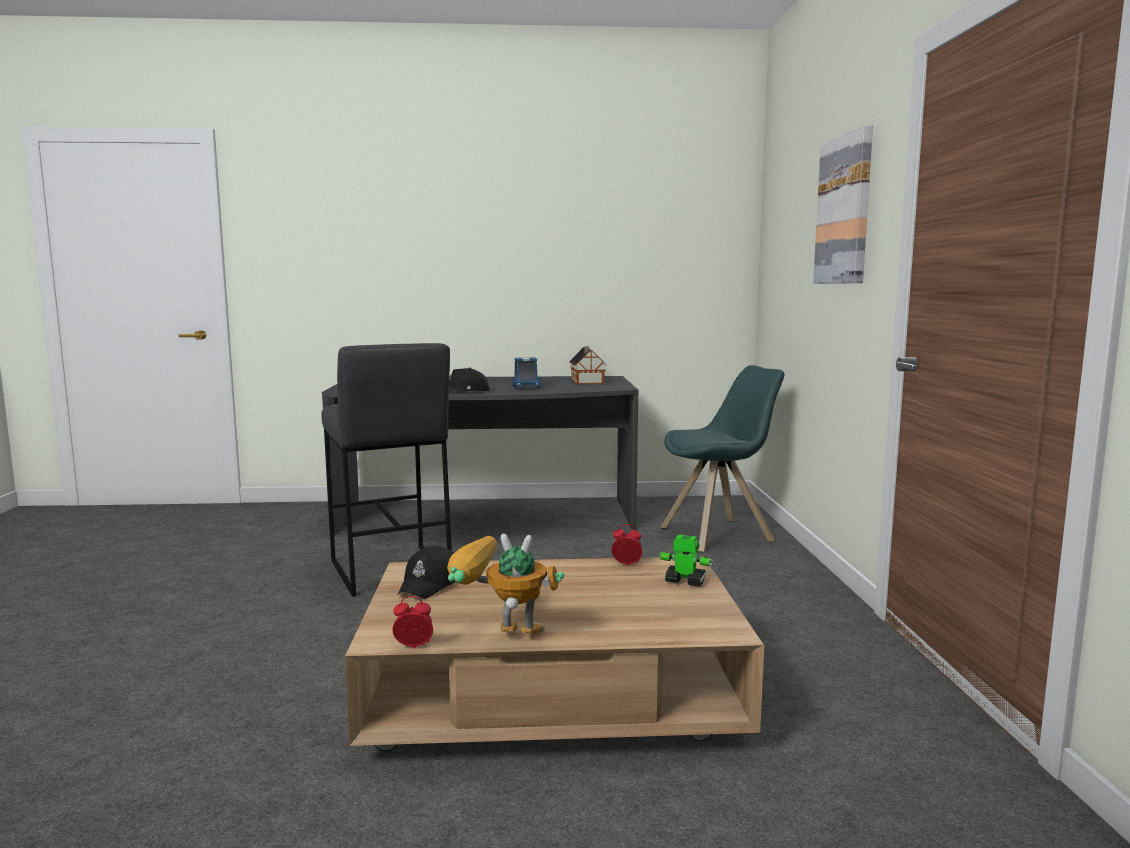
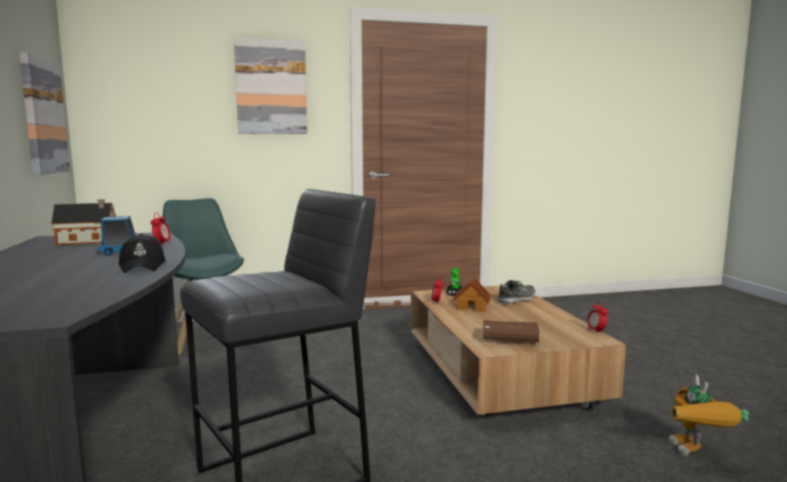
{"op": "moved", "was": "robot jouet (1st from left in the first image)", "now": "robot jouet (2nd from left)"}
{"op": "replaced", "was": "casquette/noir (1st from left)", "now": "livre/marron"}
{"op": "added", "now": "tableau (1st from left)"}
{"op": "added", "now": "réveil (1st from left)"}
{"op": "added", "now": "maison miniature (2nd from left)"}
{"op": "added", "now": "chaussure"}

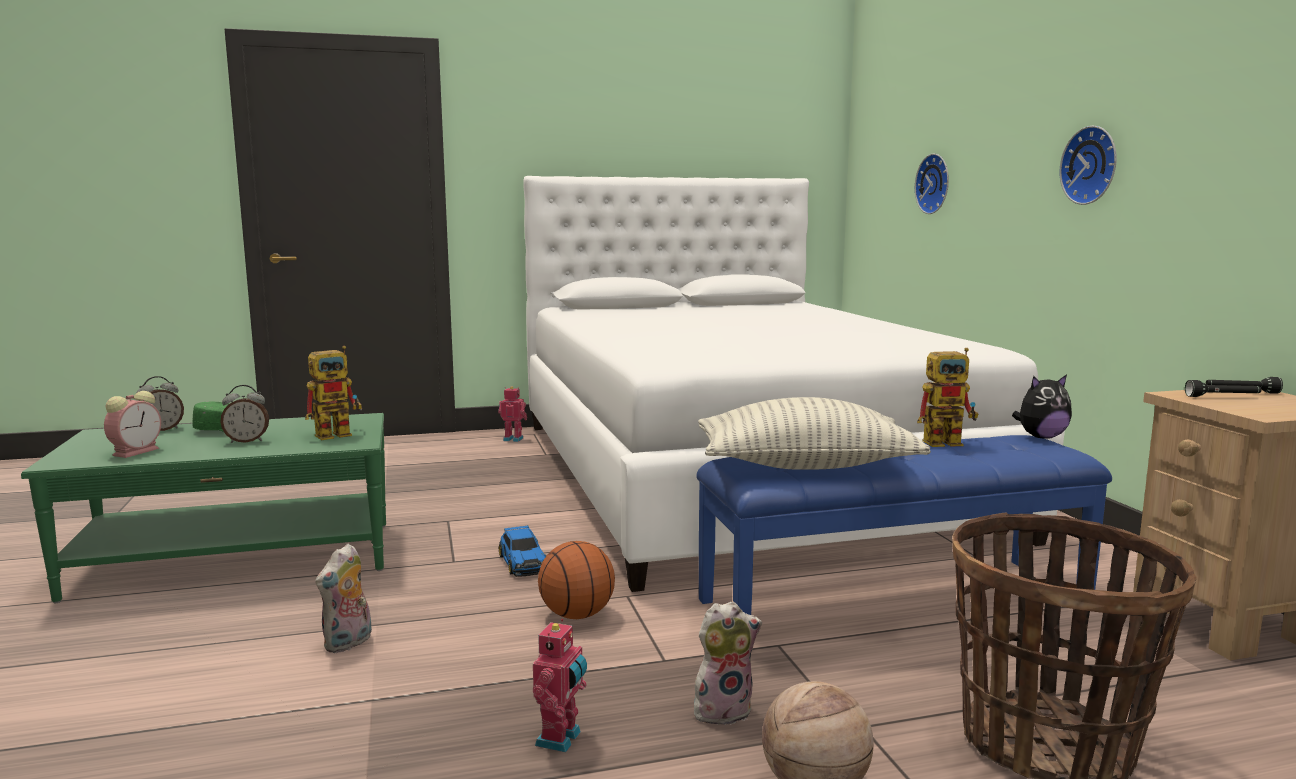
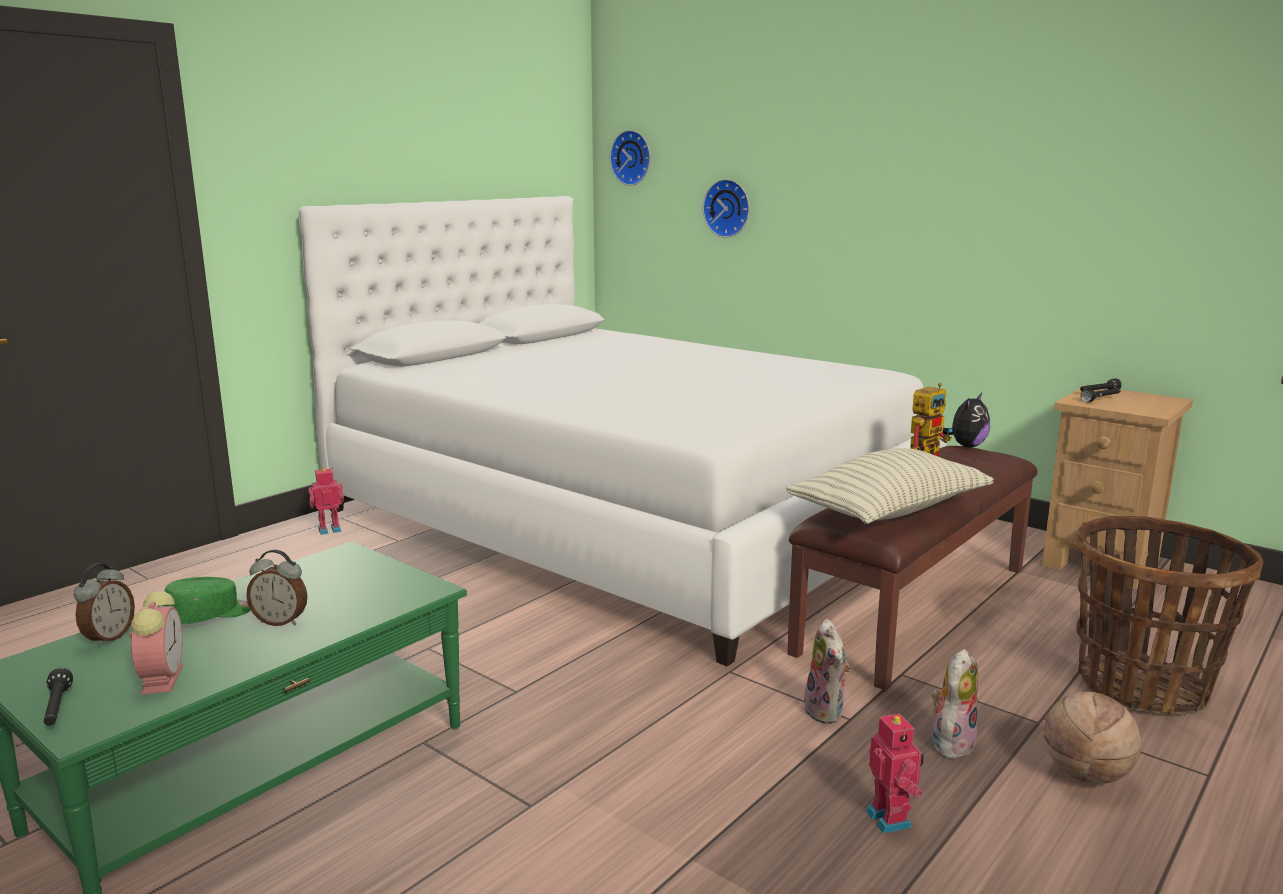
{"op": "moved", "was": "horloge murale (2nd from left in the first image)", "now": "horloge murale (1st from left)"}
{"op": "removed", "was": "robot jouet (1st from left)"}
{"op": "turned", "was": "réveil (3rd from left)", "clockwise": 60}
{"op": "recoloured", "was": "banc/bleu", "now": "banc/marron"}
{"op": "removed", "was": "petite voiture"}
{"op": "removed", "was": "ballon de basket (1st from left)"}
{"op": "moved", "was": "peluche (1st from left)"}
{"op": "added", "now": "lampe de poche/noir (1st from left)"}

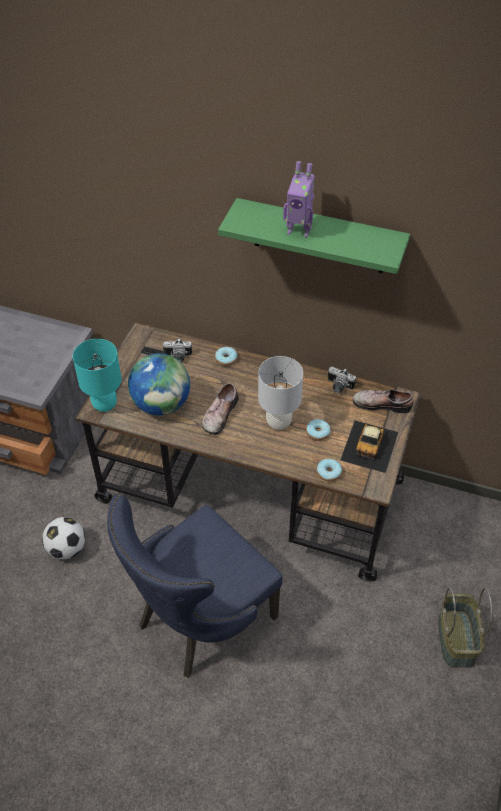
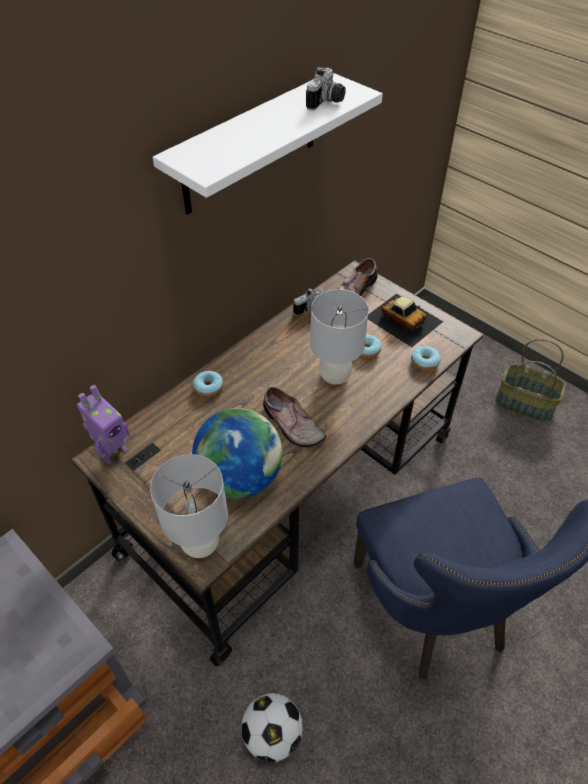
{"op": "moved", "was": "robot jouet"}
{"op": "recoloured", "was": "étagère/vert", "now": "étagère/blanc"}
{"op": "recoloured", "was": "lampe de table/turquoise", "now": "lampe de table/gris (1st from left)"}
{"op": "moved", "was": "appareil photo (1st from left in the first image)", "now": "appareil photo (2nd from left)"}

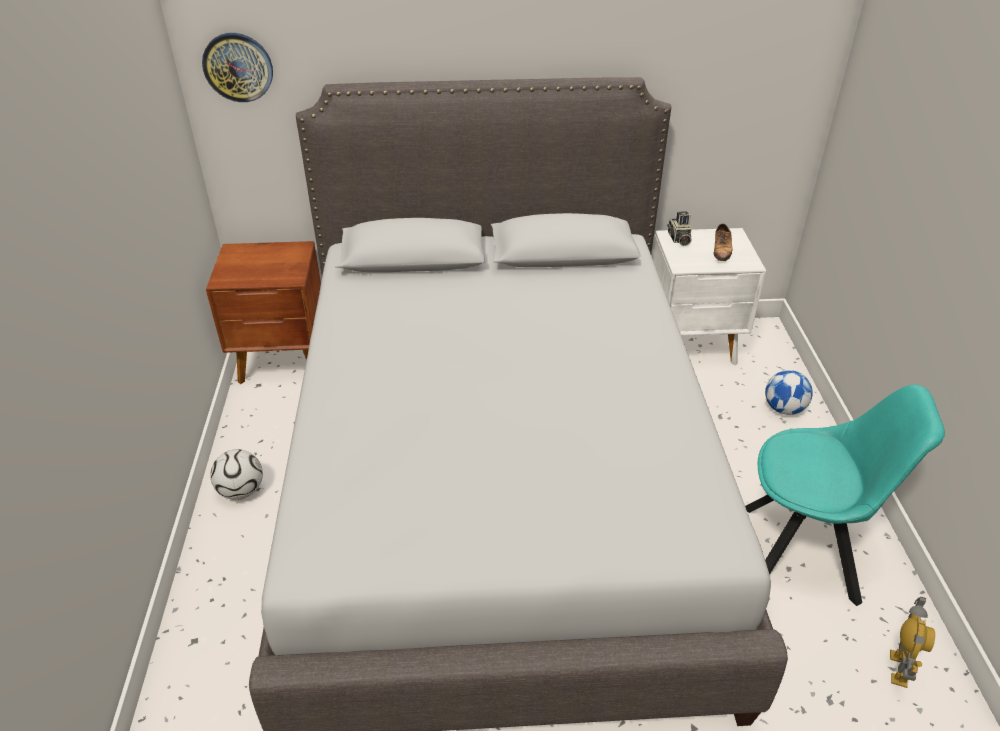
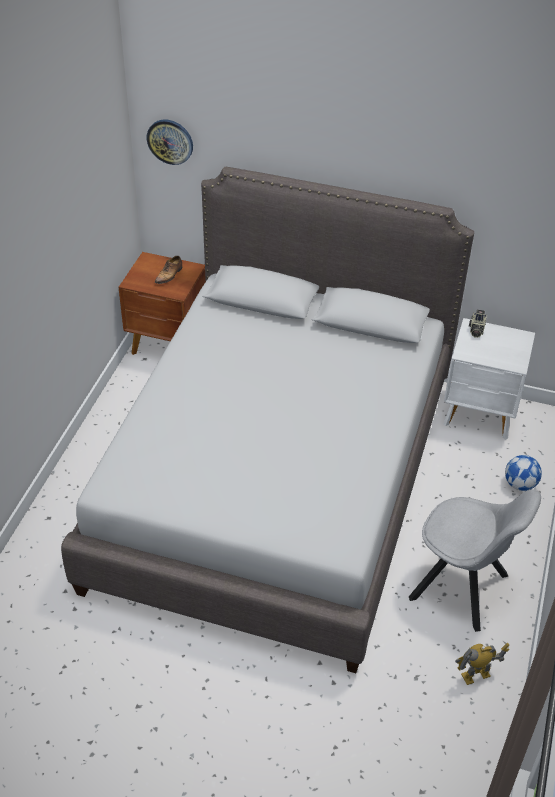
{"op": "moved", "was": "chaussure"}
{"op": "recoloured", "was": "chaise/turquoise", "now": "chaise/gris"}
{"op": "removed", "was": "ballon de foot (1st from left)"}
{"op": "turned", "was": "robot jouet", "clockwise": -150}

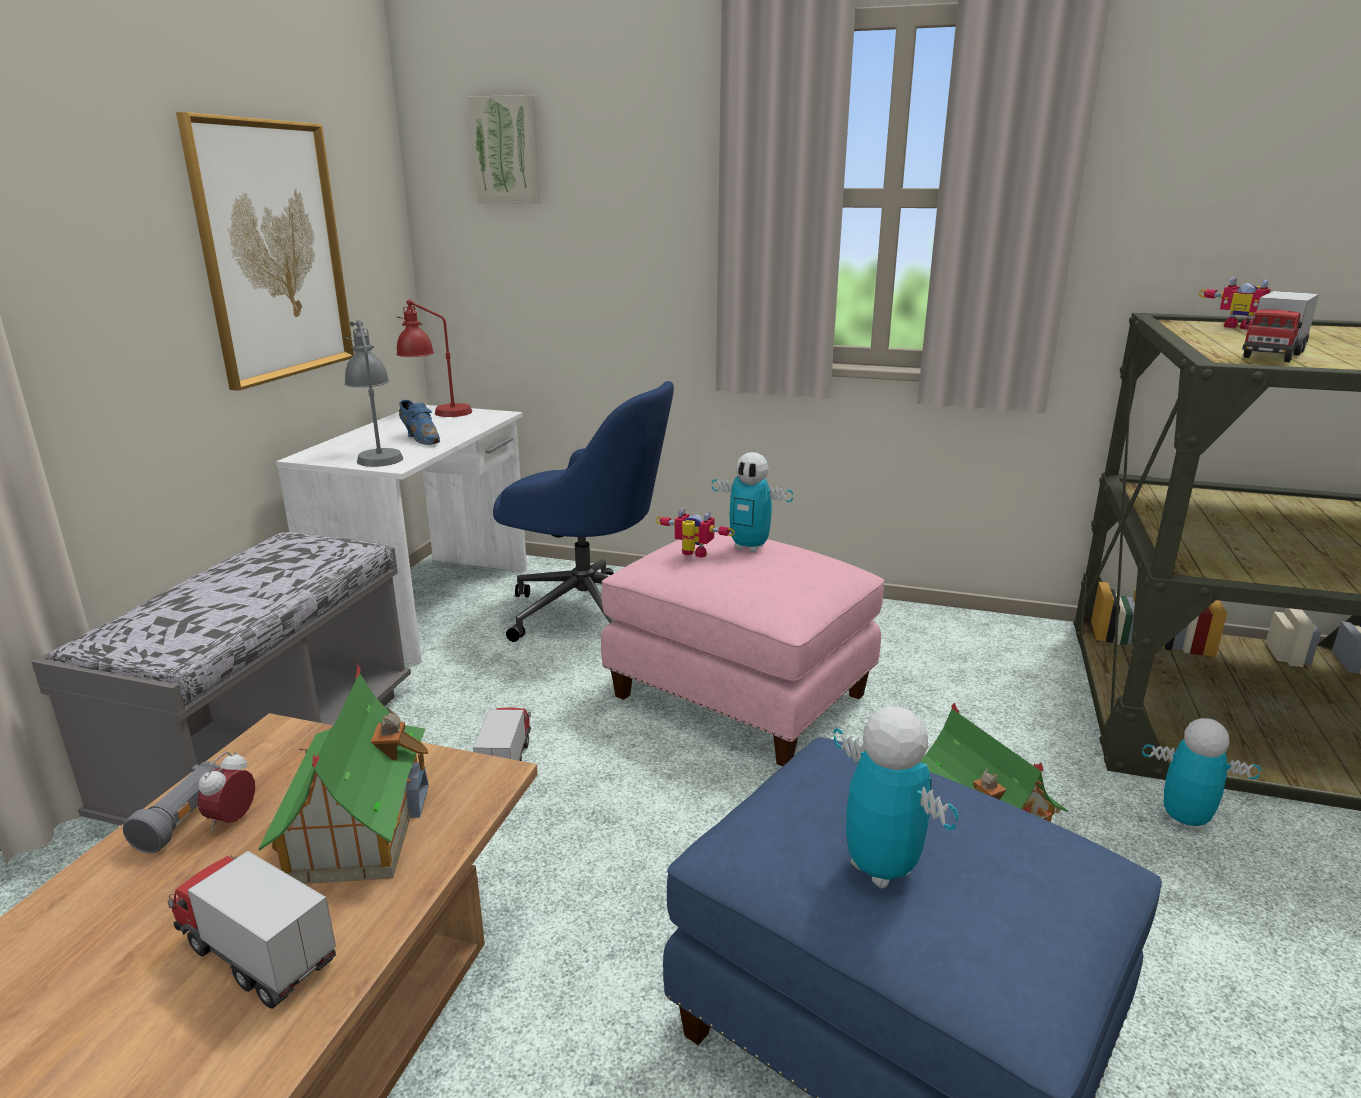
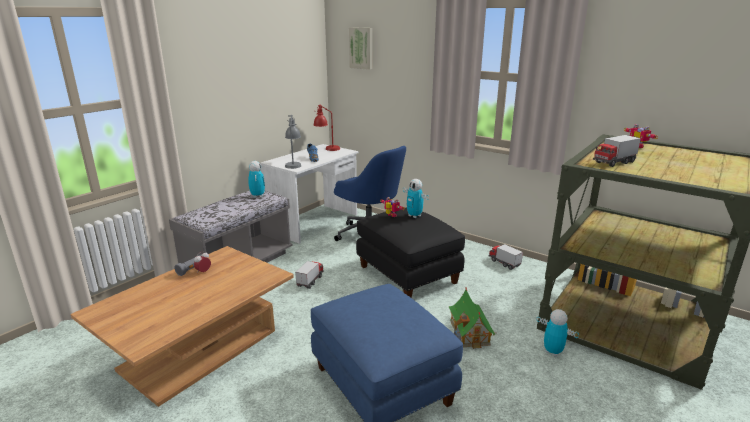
{"op": "removed", "was": "tableau (1st from left)"}
{"op": "recoloured", "was": "pouf/rose", "now": "pouf/noir"}
{"op": "removed", "was": "maison miniature (1st from left)"}
{"op": "moved", "was": "robot jouet (3rd from left in the first image)", "now": "robot jouet (1st from left)"}
{"op": "moved", "was": "camion jouet (1st from left in the first image)", "now": "camion jouet (2nd from left)"}

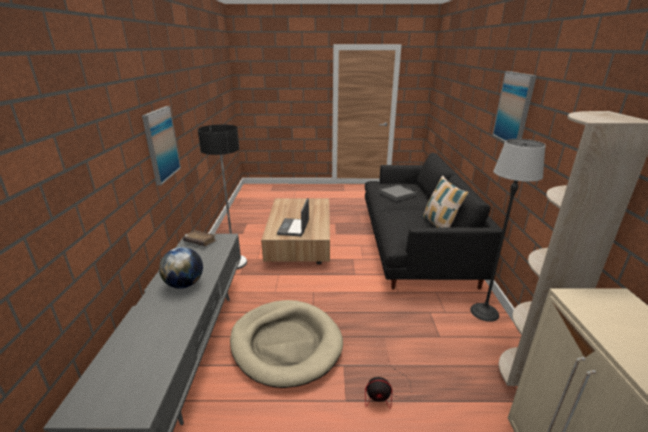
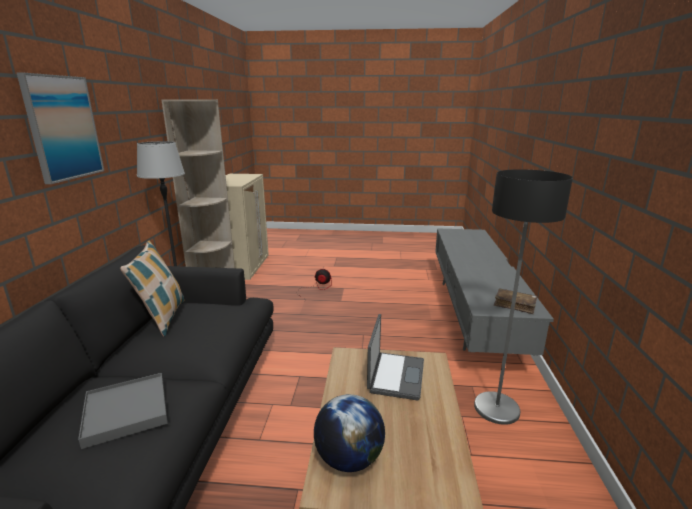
{"op": "removed", "was": "tableau (1st from left)"}
{"op": "moved", "was": "globe"}
{"op": "removed", "was": "panier pour chien/beige"}

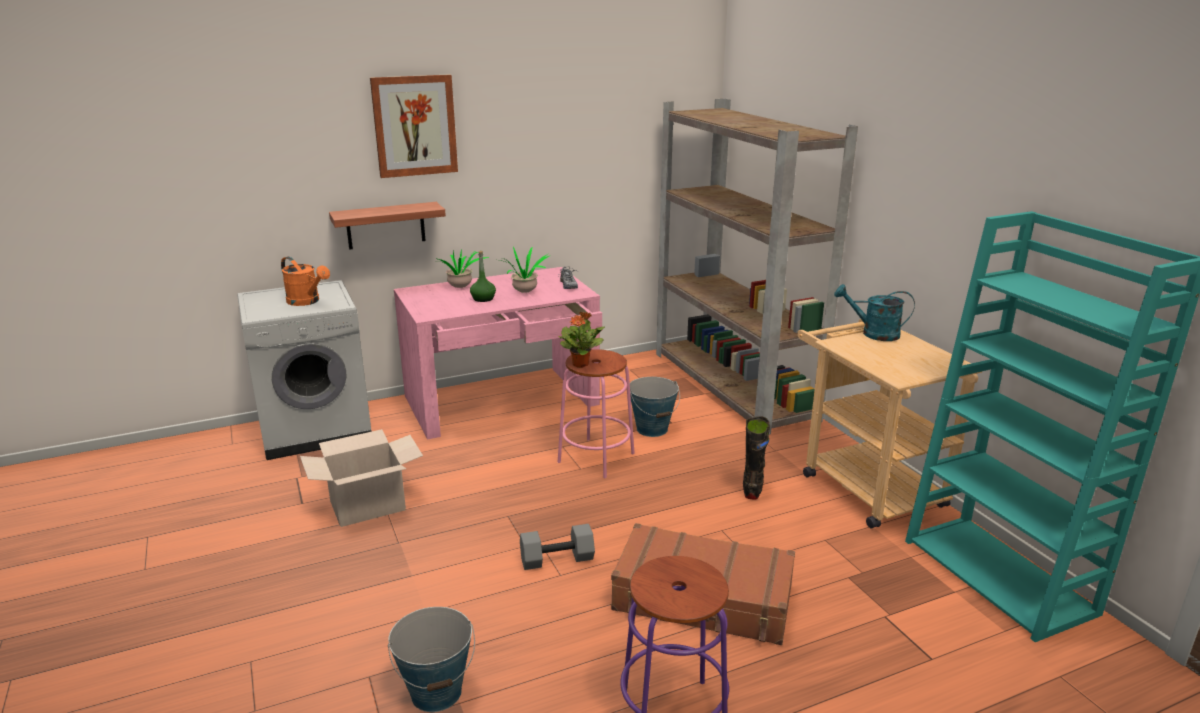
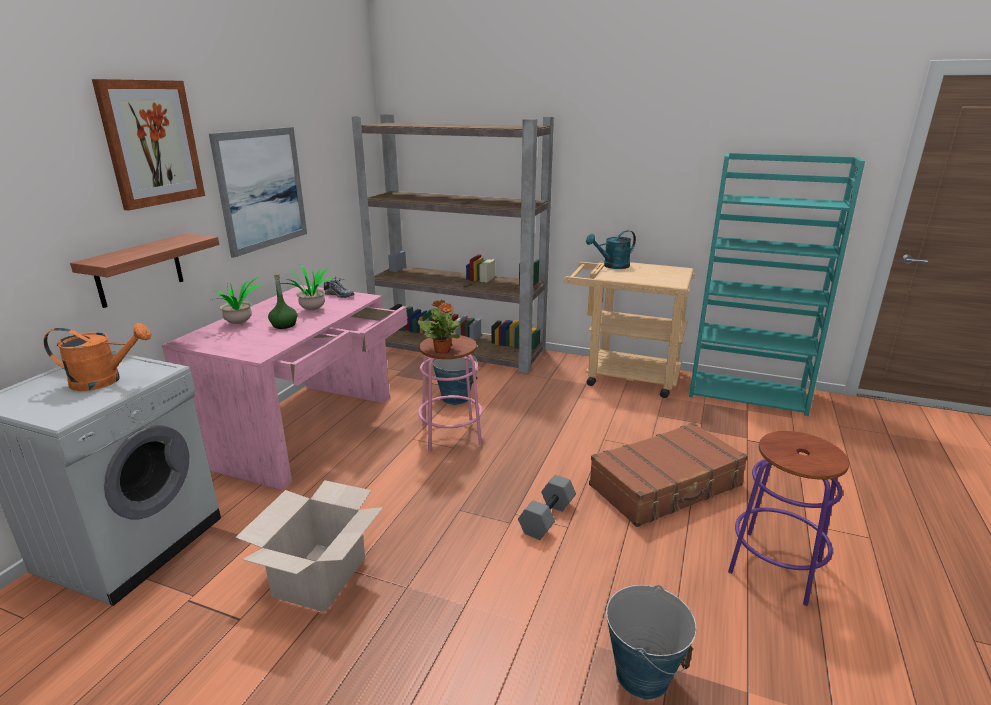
{"op": "removed", "was": "botte/noir"}
{"op": "added", "now": "tableau (2nd from left)"}

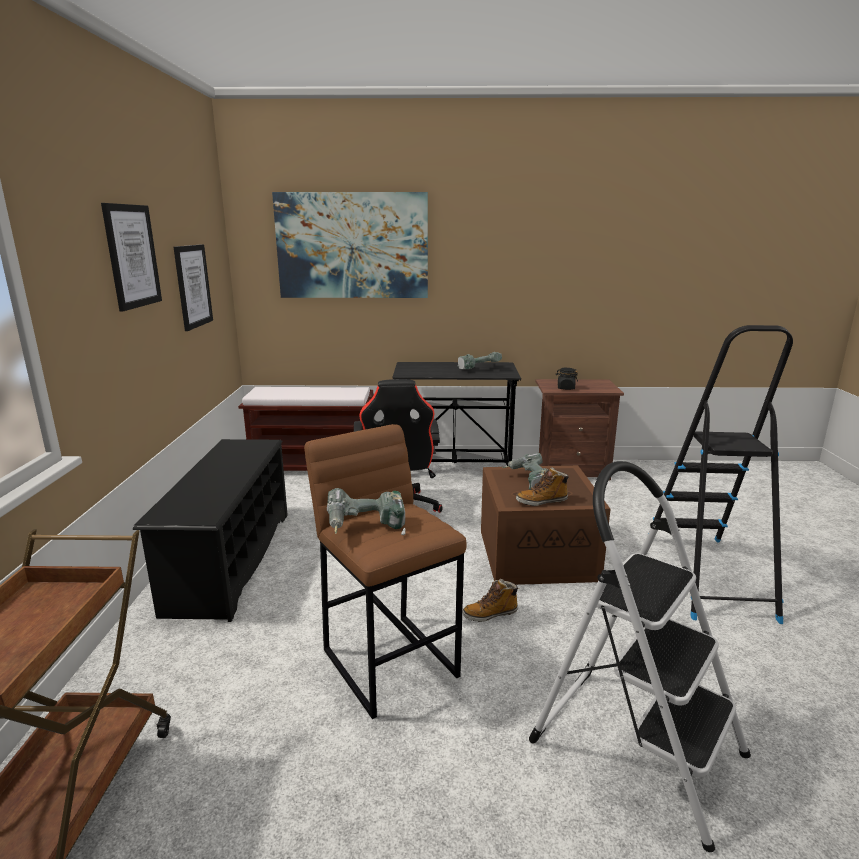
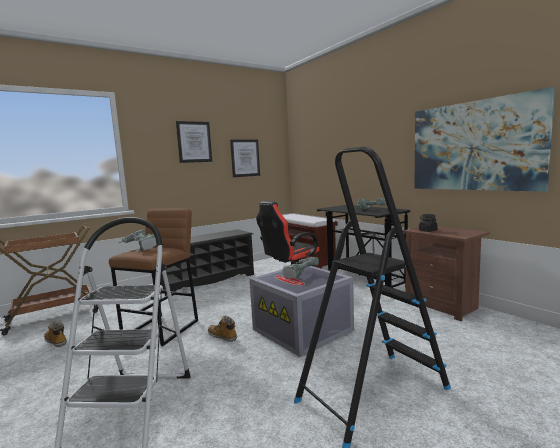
{"op": "moved", "was": "tableau (3rd from left)"}
{"op": "recoloured", "was": "boîte de rangement/marron", "now": "boîte de rangement/gris"}
{"op": "moved", "was": "botte (2nd from left in the first image)", "now": "botte (1st from left)"}

